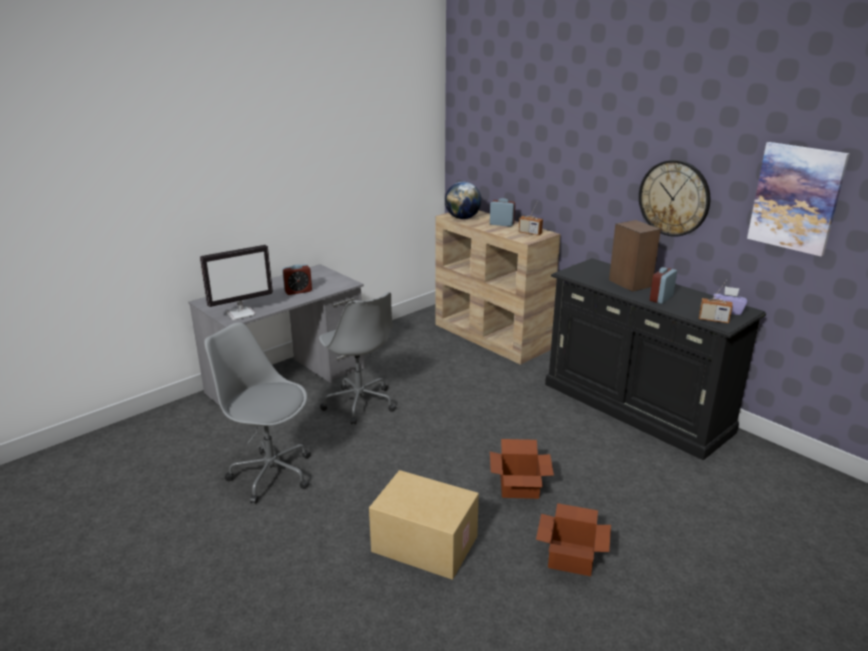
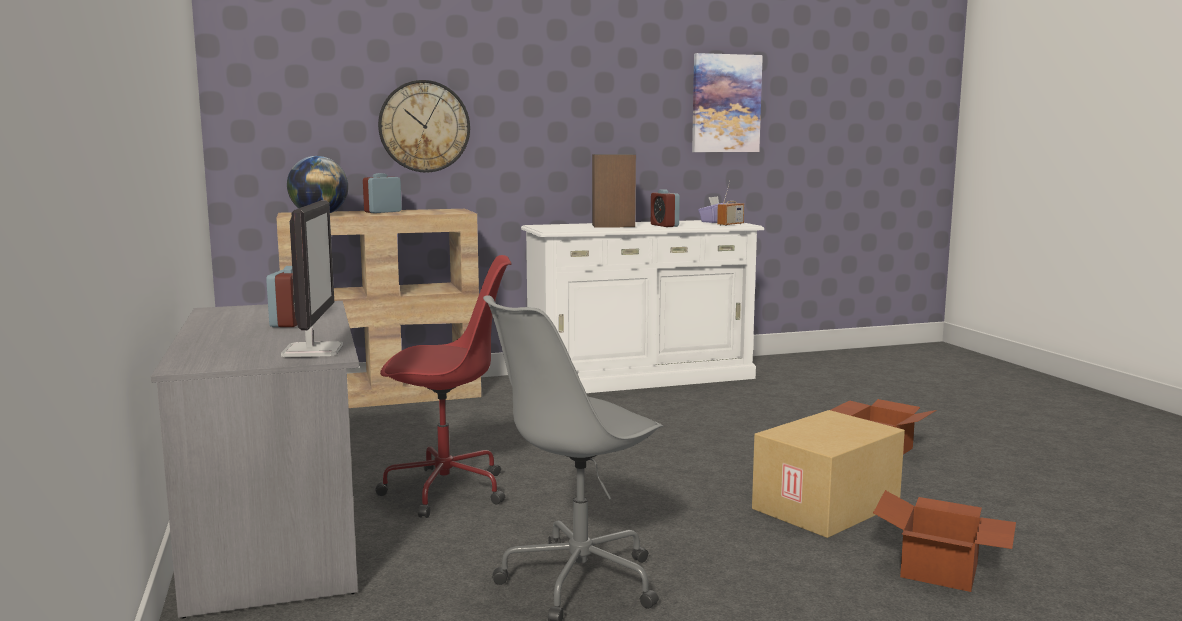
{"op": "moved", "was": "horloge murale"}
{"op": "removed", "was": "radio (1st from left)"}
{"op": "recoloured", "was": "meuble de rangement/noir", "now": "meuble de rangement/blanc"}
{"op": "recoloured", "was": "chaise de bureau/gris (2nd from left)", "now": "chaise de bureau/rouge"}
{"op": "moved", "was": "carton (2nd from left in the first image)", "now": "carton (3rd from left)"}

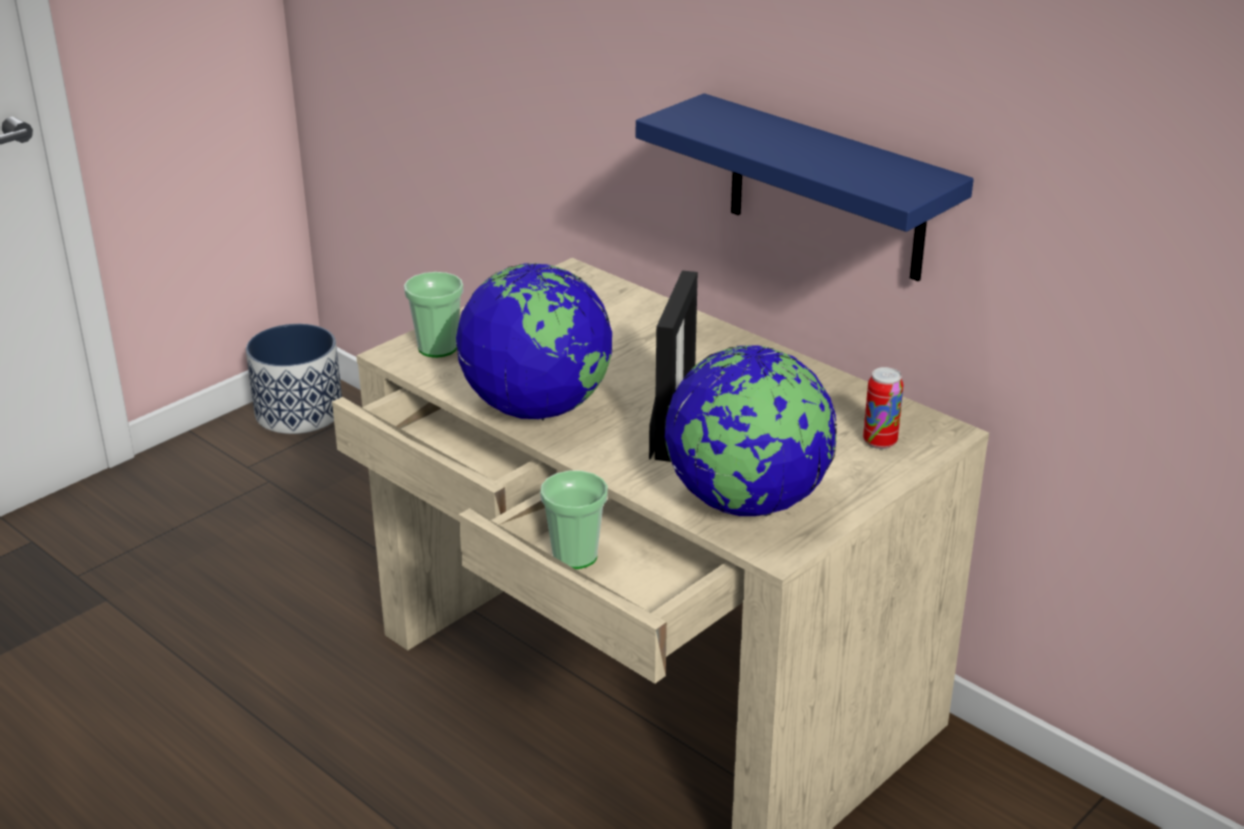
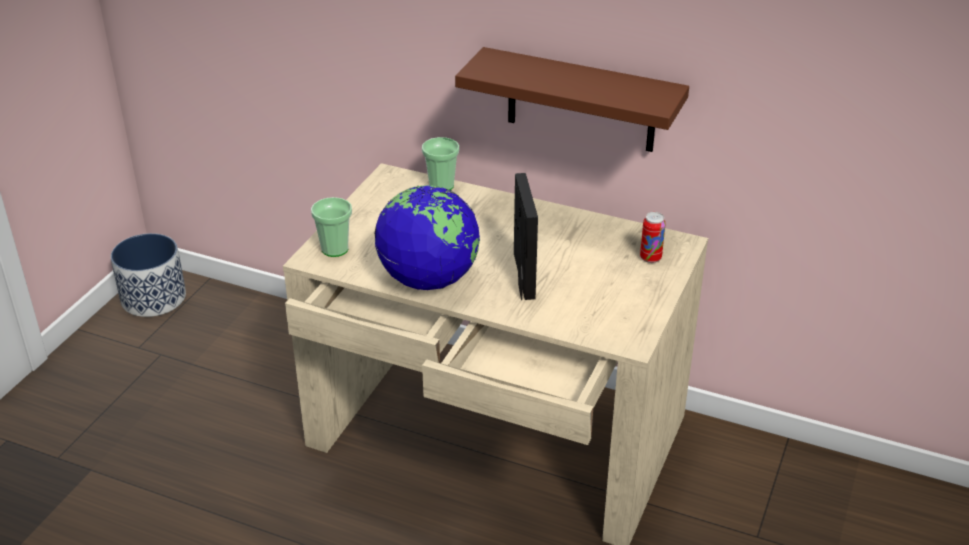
{"op": "recoloured", "was": "étagère/bleu", "now": "étagère/marron"}
{"op": "removed", "was": "globe (2nd from left)"}
{"op": "moved", "was": "tasse (2nd from left)"}

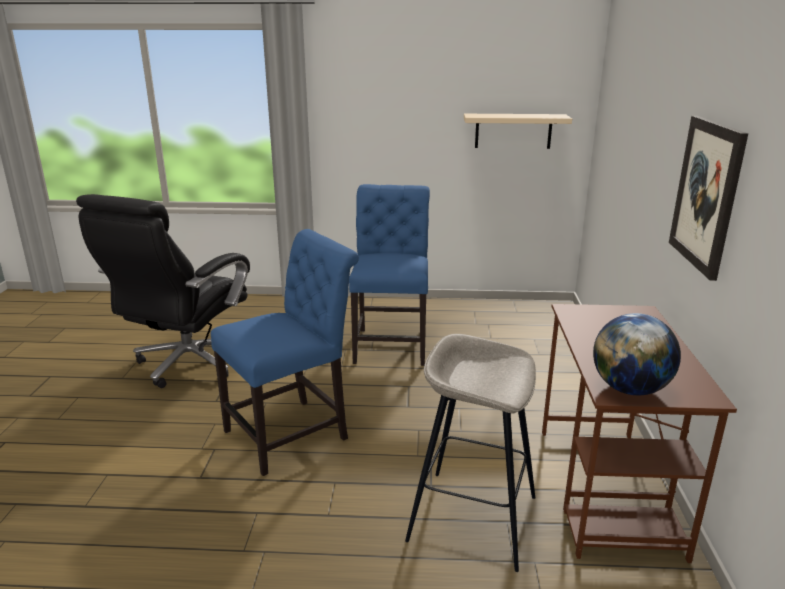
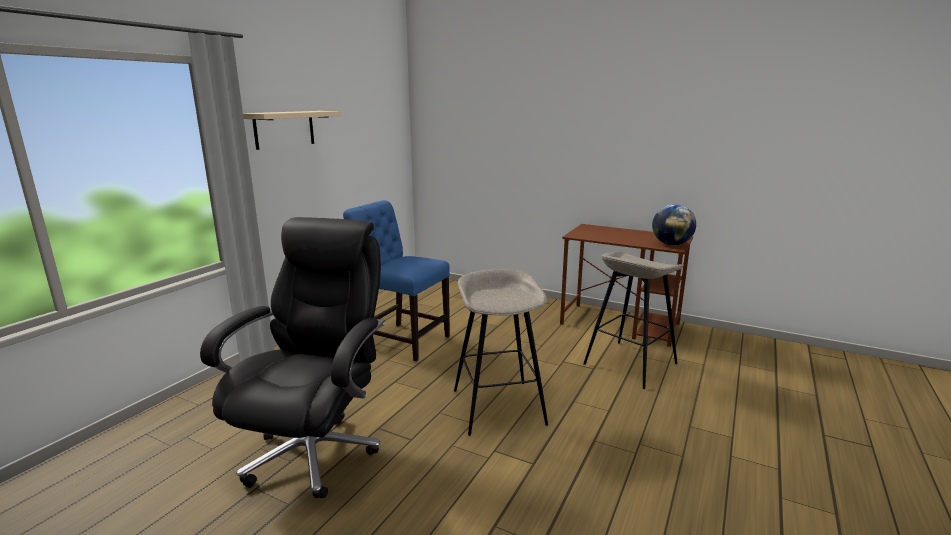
{"op": "moved", "was": "étagère/beige"}
{"op": "removed", "was": "tableau"}
{"op": "turned", "was": "chaise de bureau/noir", "clockwise": -120}
{"op": "replaced", "was": "chaise/bleu (1st from left)", "now": "tabouret/gris (1st from left)"}

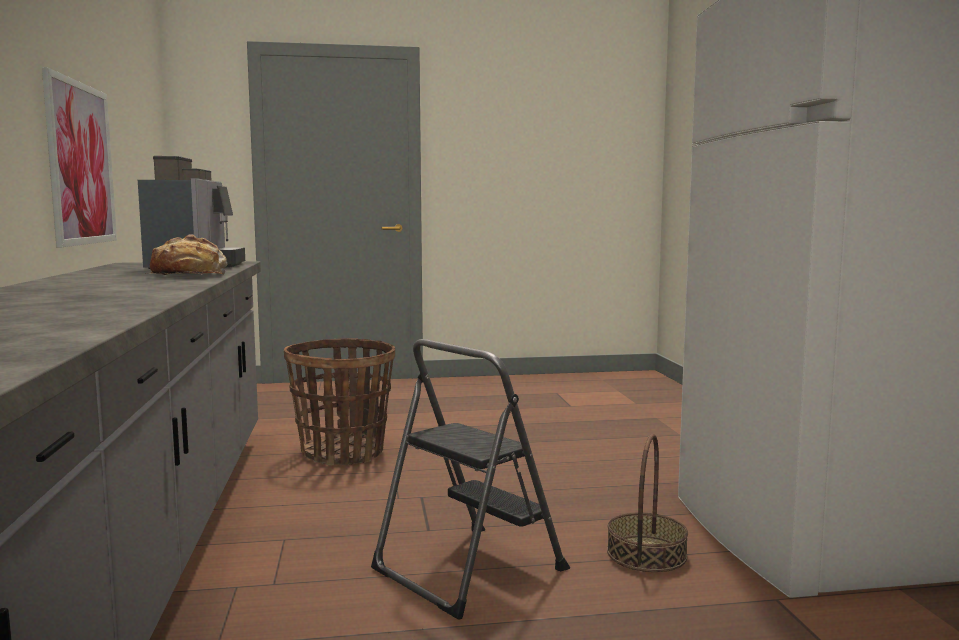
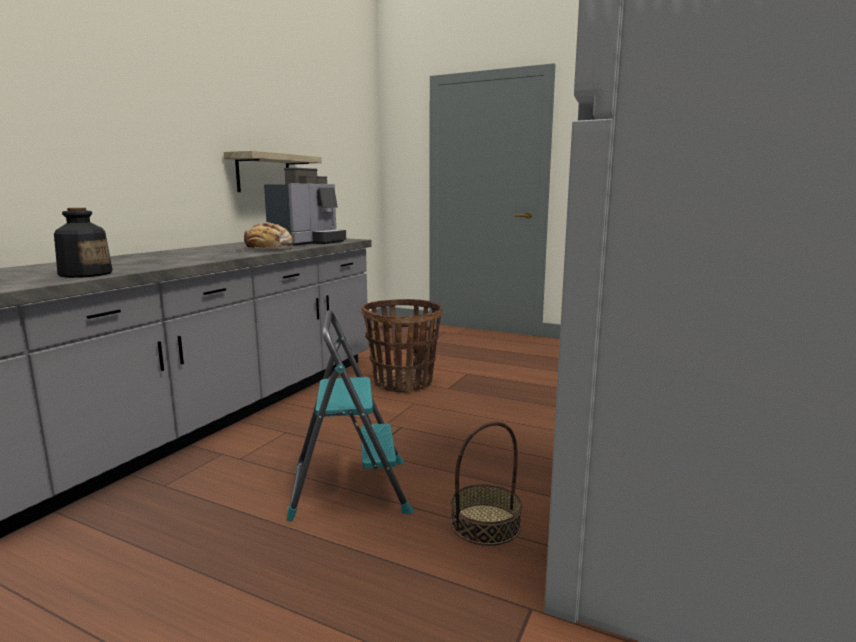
{"op": "replaced", "was": "tableau", "now": "étagère"}
{"op": "recoloured", "was": "escabeau/noir", "now": "escabeau/turquoise"}
{"op": "added", "now": "bouteille"}

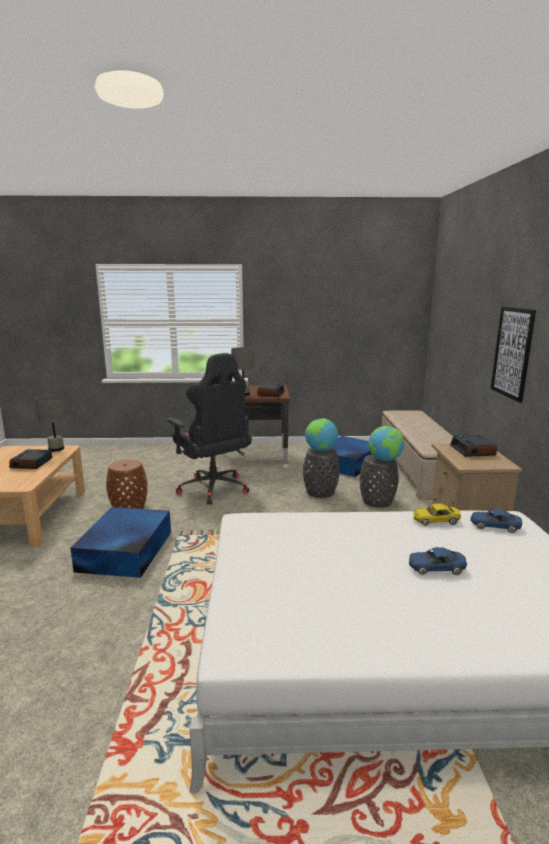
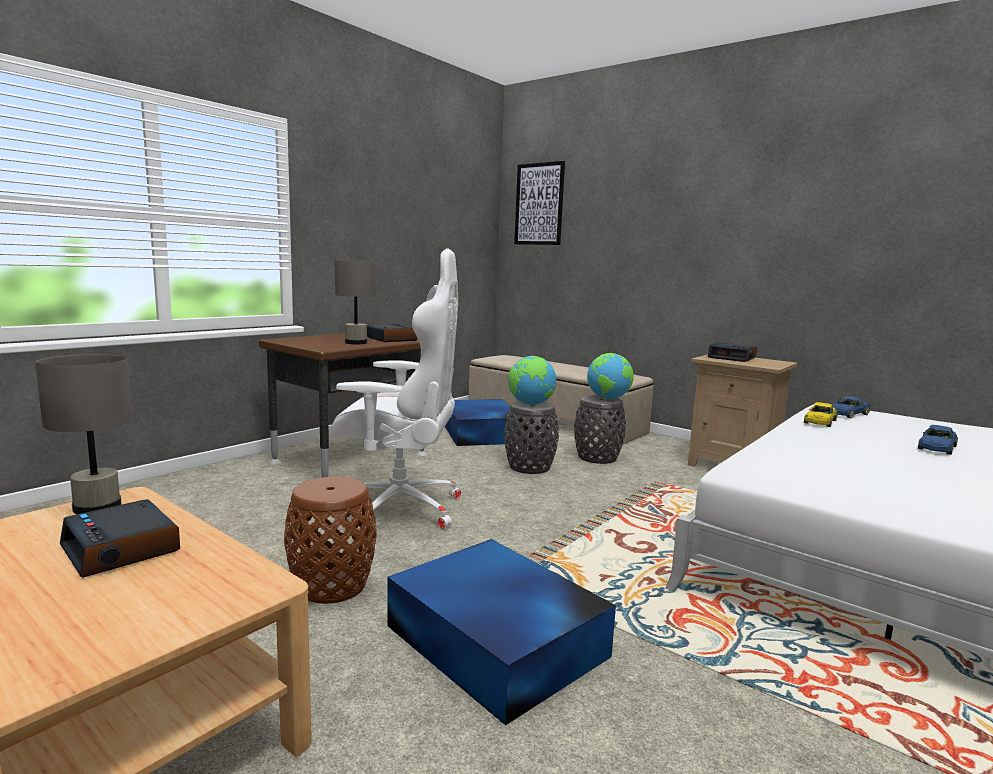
{"op": "moved", "was": "tableau"}
{"op": "recoloured", "was": "chaise de bureau/noir", "now": "chaise de bureau/blanc"}

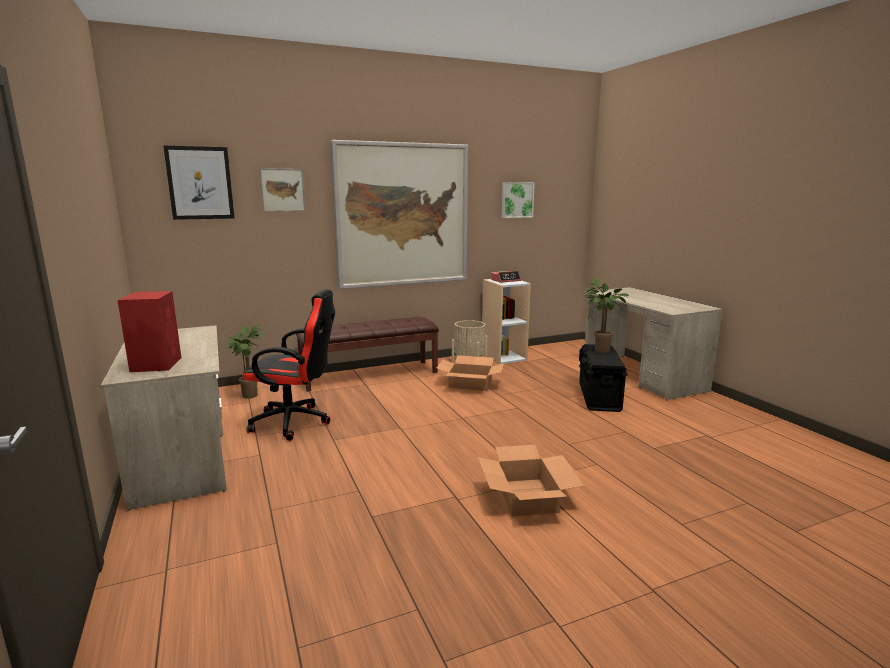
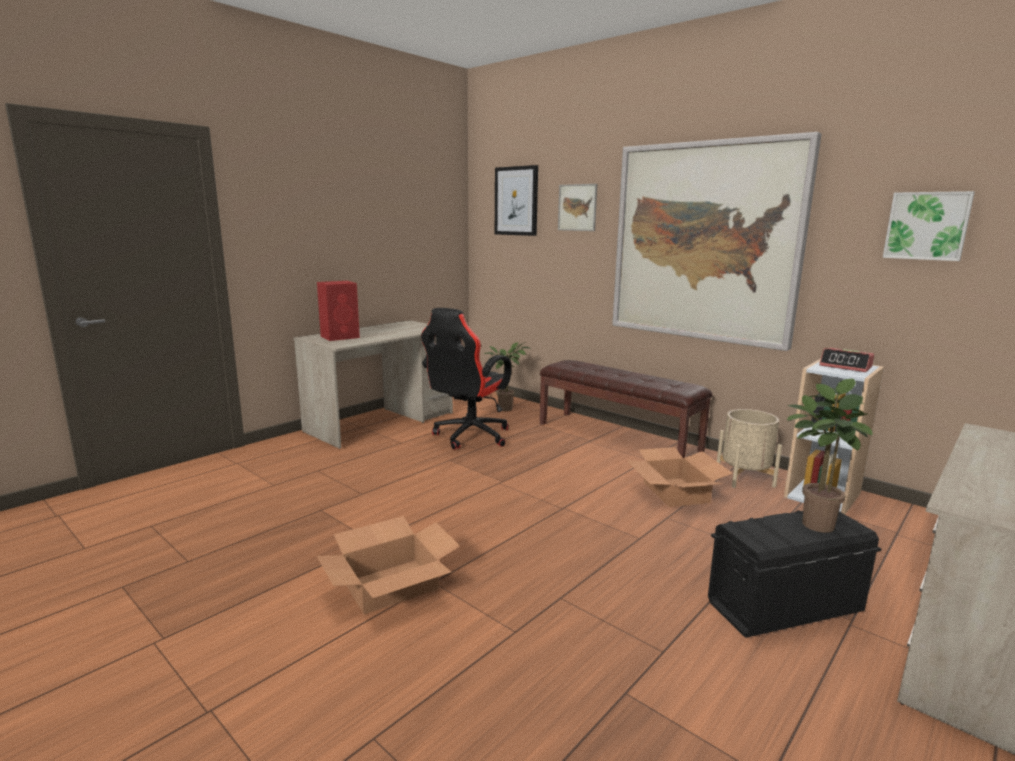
{"op": "turned", "was": "chaise de bureau/noir", "clockwise": 45}

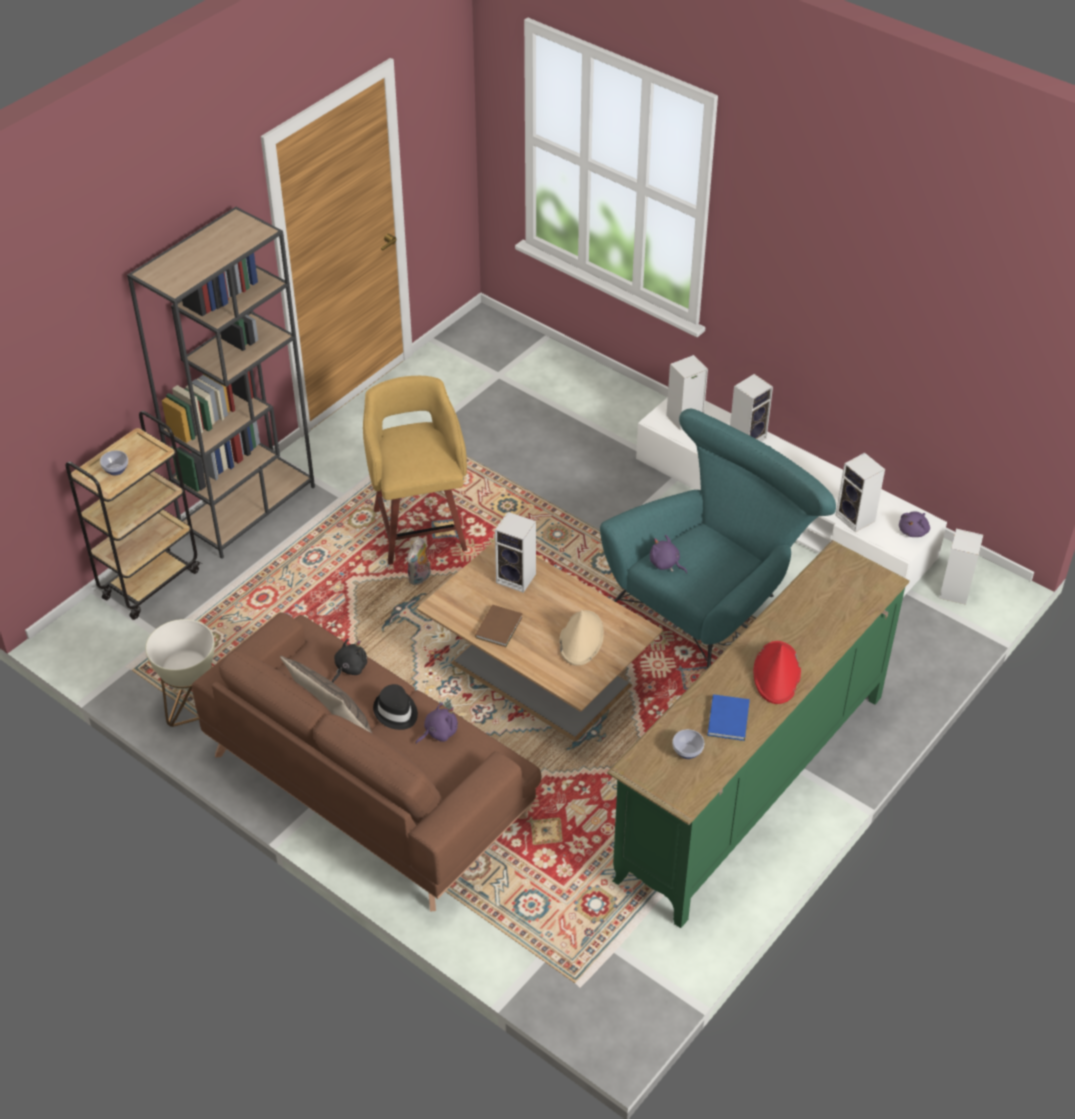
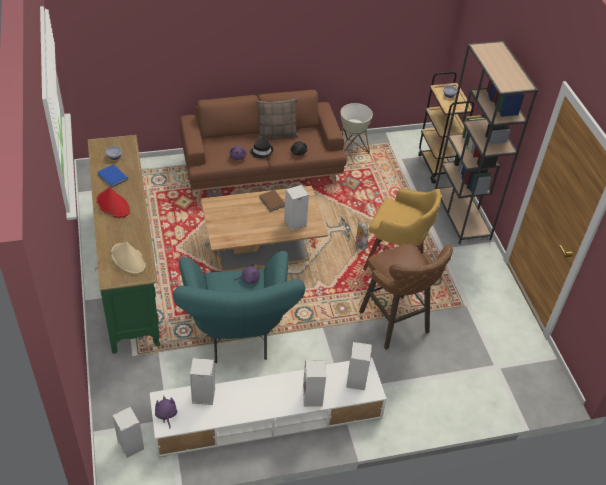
{"op": "moved", "was": "chapeau/beige"}
{"op": "added", "now": "tabouret/marron"}

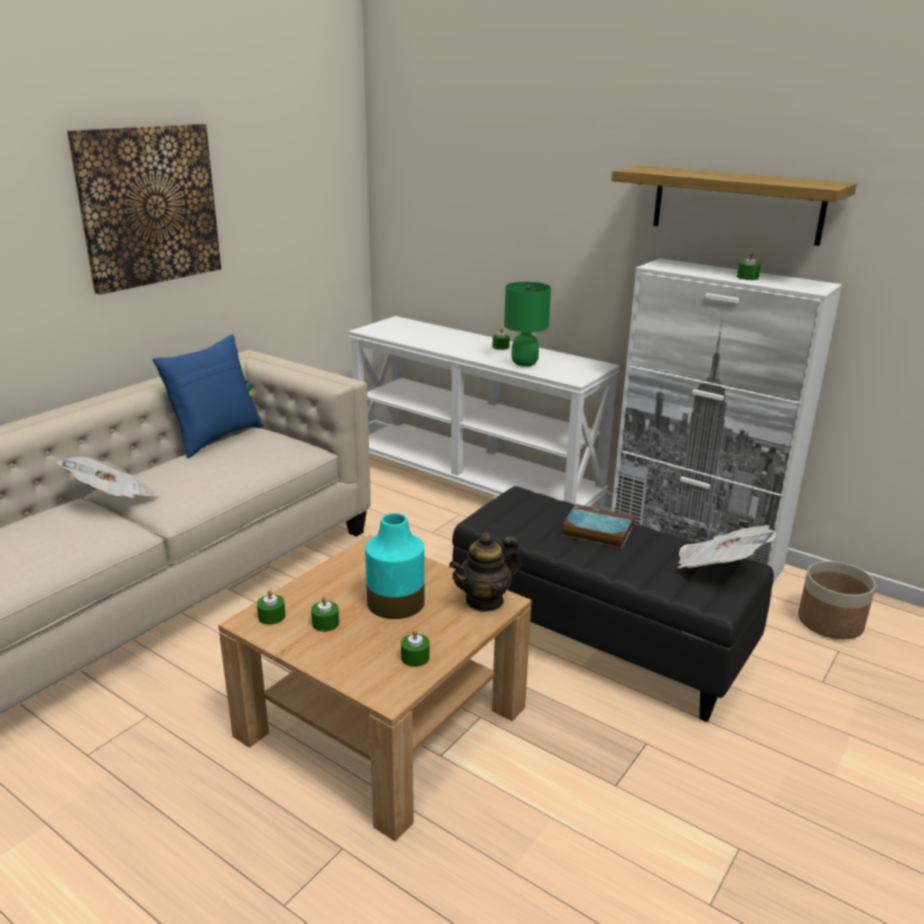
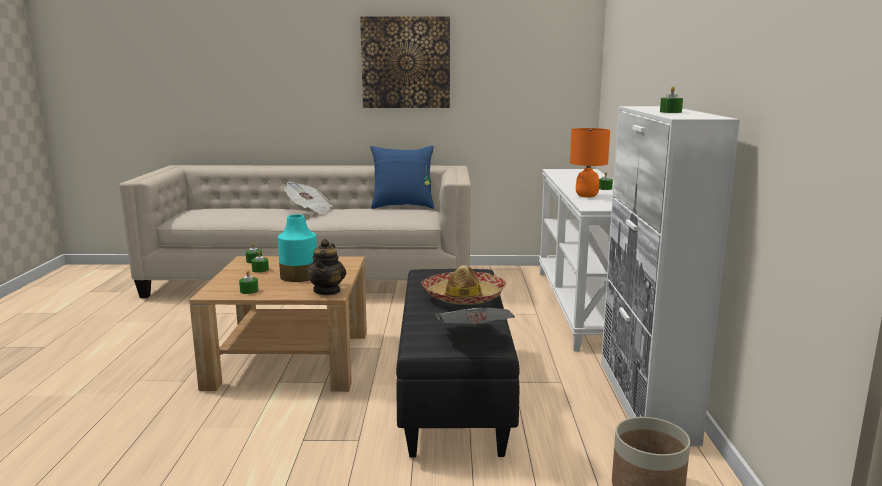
{"op": "removed", "was": "étagère"}
{"op": "recoloured", "was": "lampe de table/vert", "now": "lampe de table/orange"}
{"op": "replaced", "was": "livre", "now": "chapeau"}
{"op": "turned", "was": "théière", "clockwise": -105}

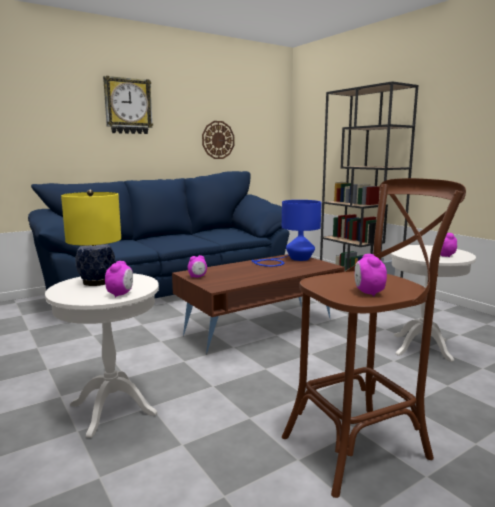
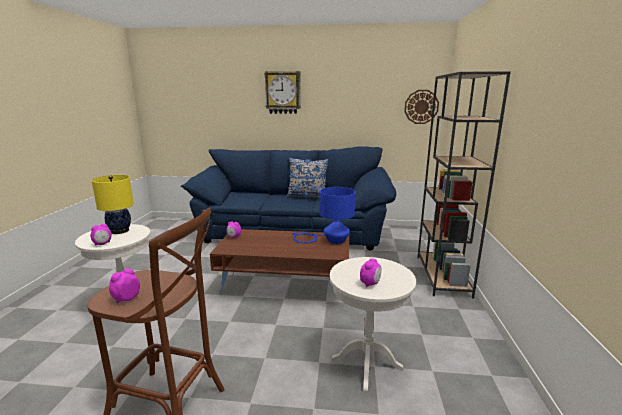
{"op": "moved", "was": "horloge murale (2nd from left)"}
{"op": "added", "now": "coussin/bleu"}

